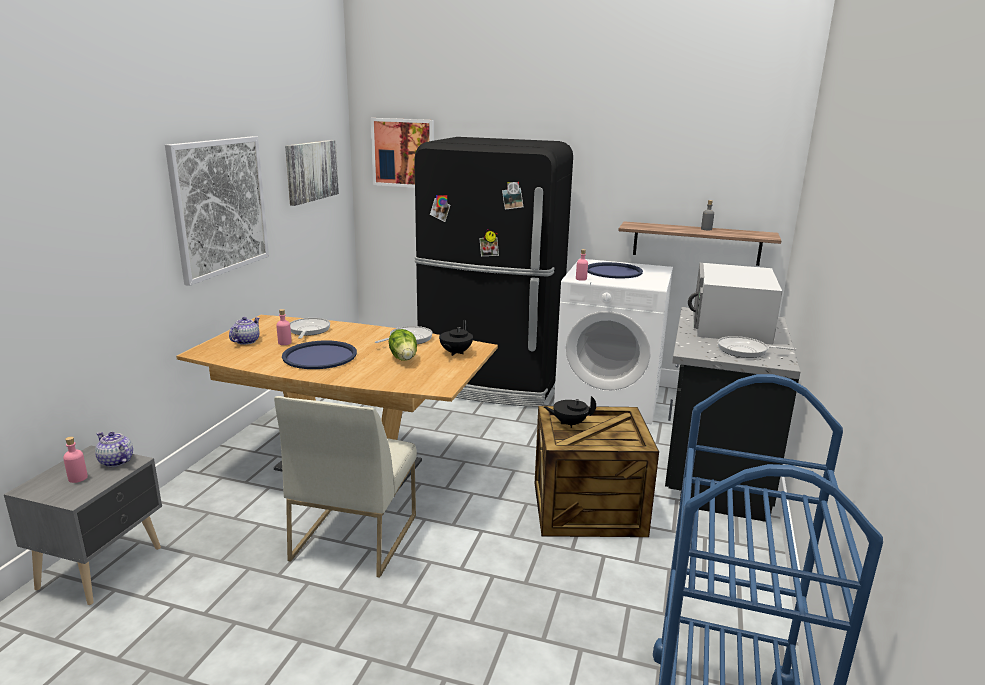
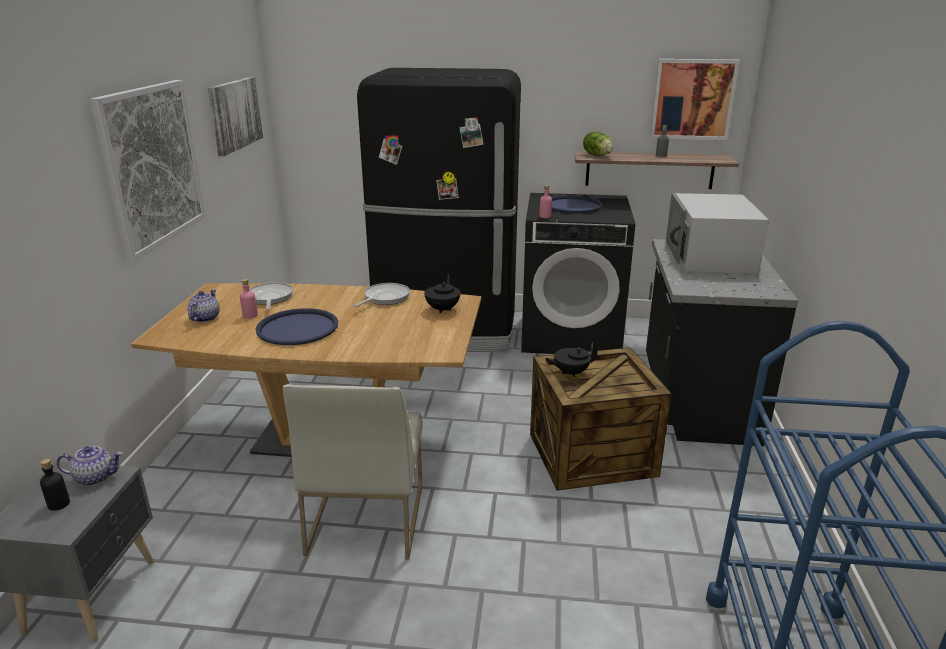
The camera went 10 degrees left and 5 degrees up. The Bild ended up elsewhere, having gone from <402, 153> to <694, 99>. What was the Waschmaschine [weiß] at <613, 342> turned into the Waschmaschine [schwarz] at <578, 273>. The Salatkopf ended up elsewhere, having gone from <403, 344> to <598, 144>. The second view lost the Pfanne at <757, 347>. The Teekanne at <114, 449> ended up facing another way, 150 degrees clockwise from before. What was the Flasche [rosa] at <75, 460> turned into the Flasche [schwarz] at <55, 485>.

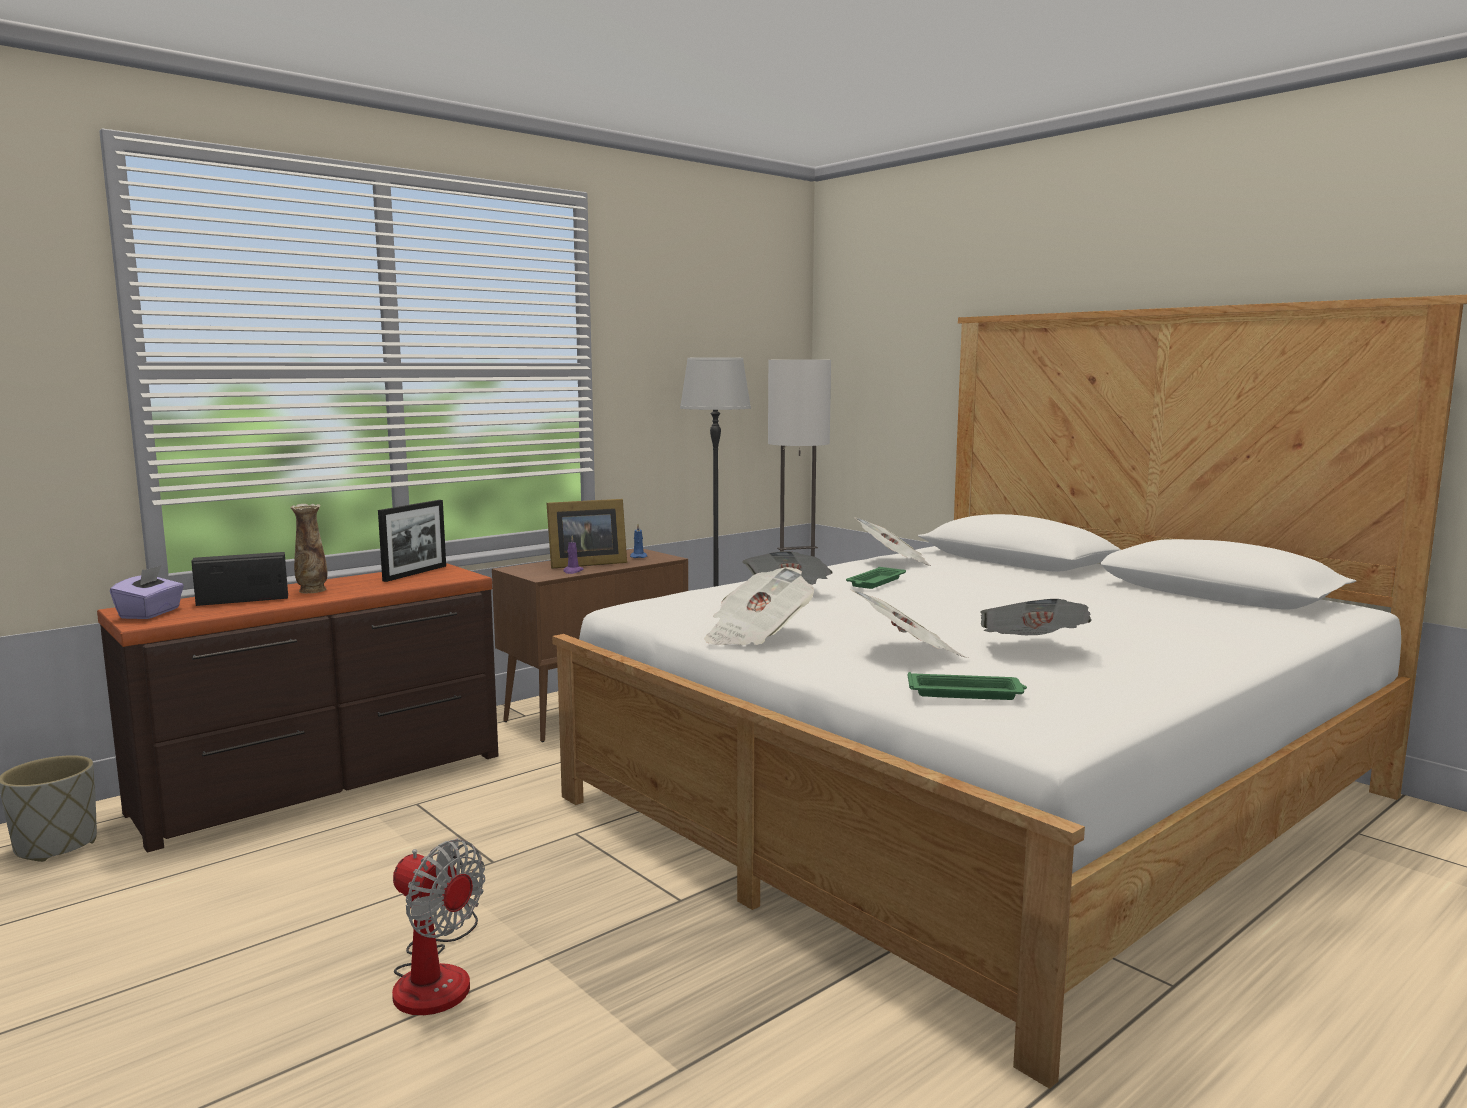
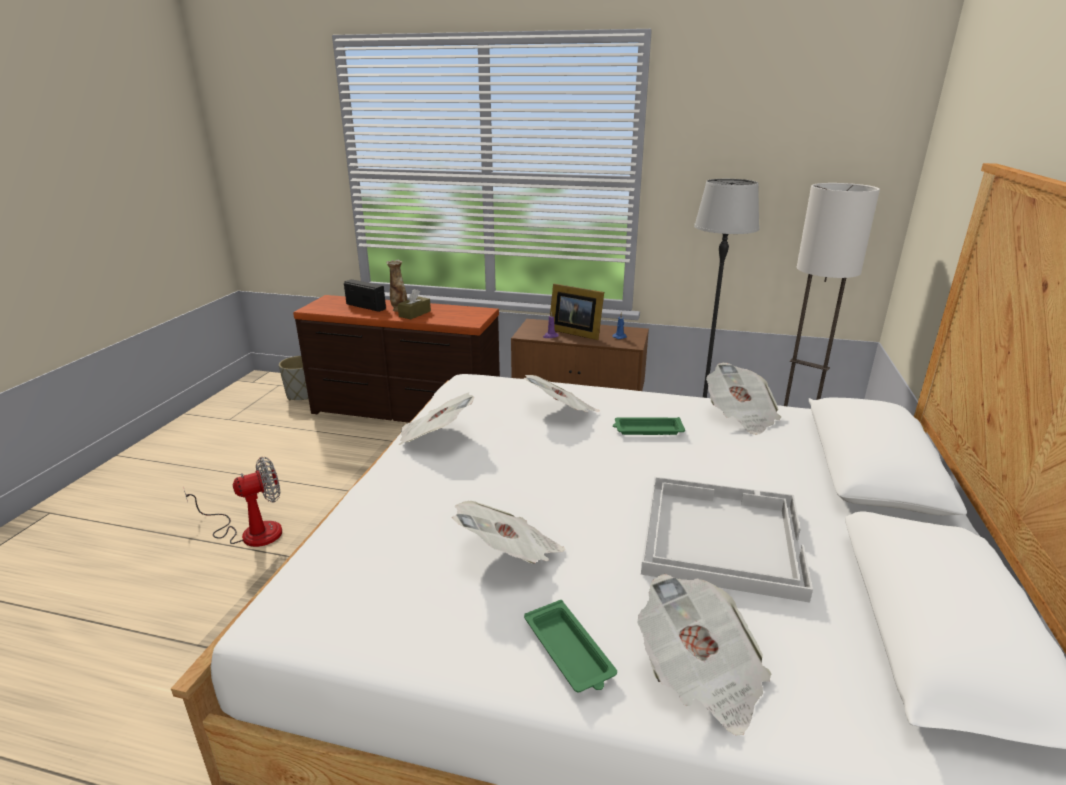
The camera went 55 degrees right and 15 degrees up. The second view lost the Bilderrahmen at <412, 541>. The second view lost the Taschentuchbox [lila] at <147, 592>. The Zeitung ended up elsewhere, having gone from <909, 623> to <704, 654>. The Tablett [grün] ended up elsewhere, having gone from <967, 686> to <570, 646>. The Ventilator at <438, 926> ended up facing another way, 120 degrees counterclockwise from before. The second view gained the Taschentuchbox [braun] at <414, 304>. The second view gained the Tablett [weiß] at <727, 540>.

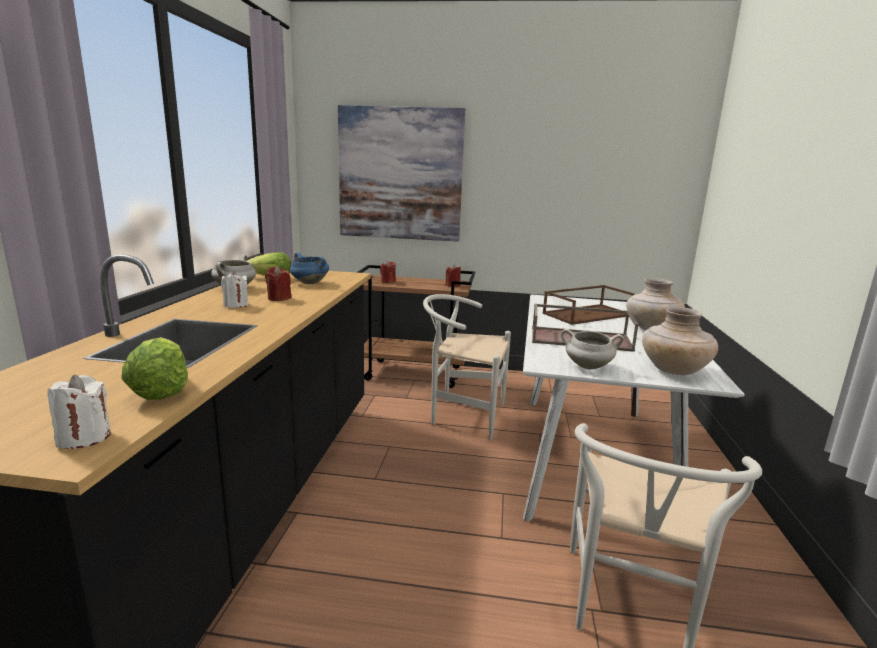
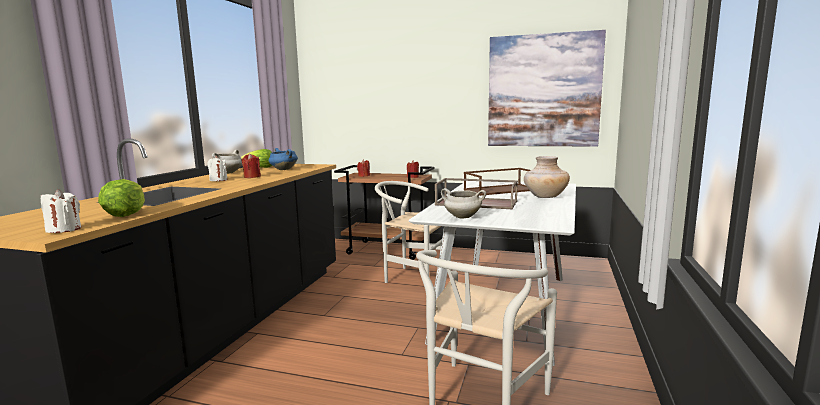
The camera went 10 degrees right and 5 degrees down. The Bild ended up elsewhere, having gone from <401, 173> to <547, 88>. The second view lost the Vase [beige] at <680, 341>.

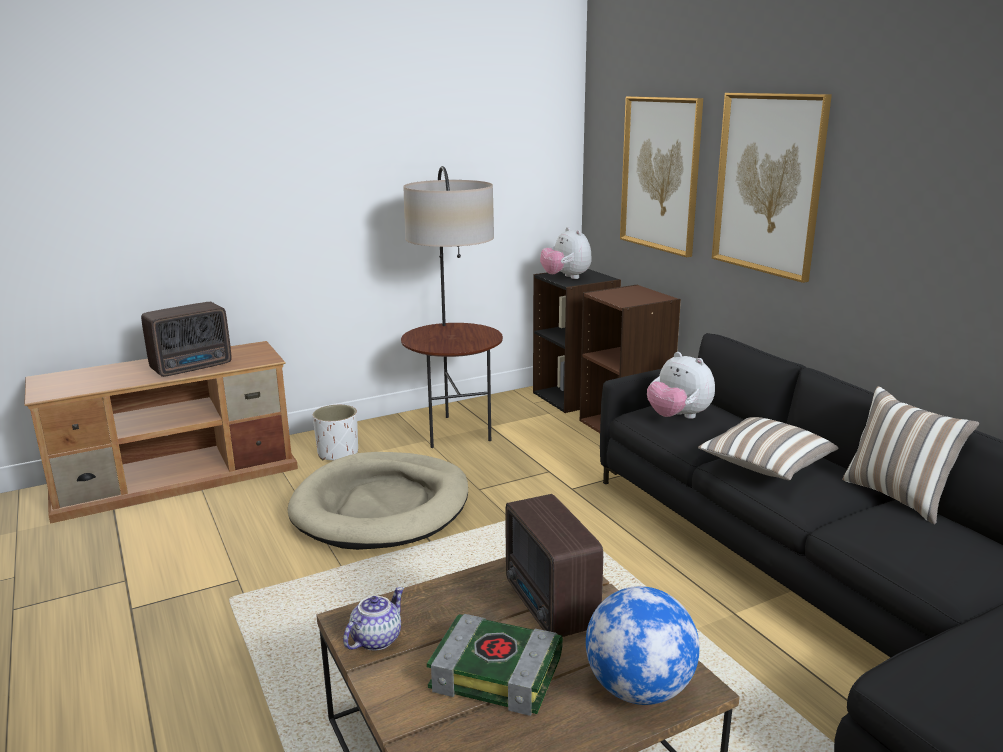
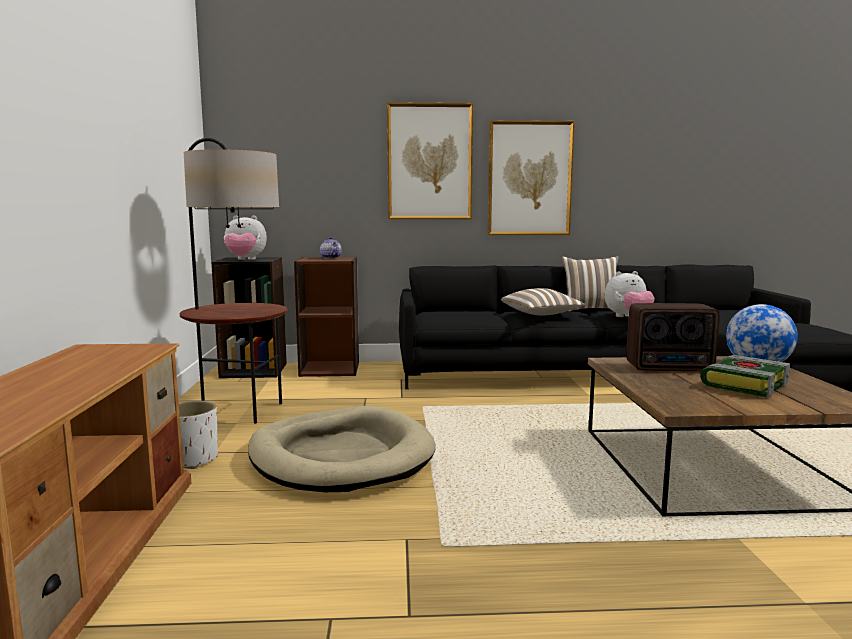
The camera went 65 degrees left and 10 degrees down. The Bild ended up elsewhere, having gone from <661, 176> to <531, 177>. The second view lost the Radio at <186, 339>. The Plüschtier ended up elsewhere, having gone from <681, 385> to <630, 294>. The Teekanne ended up elsewhere, having gone from <373, 619> to <331, 248>.

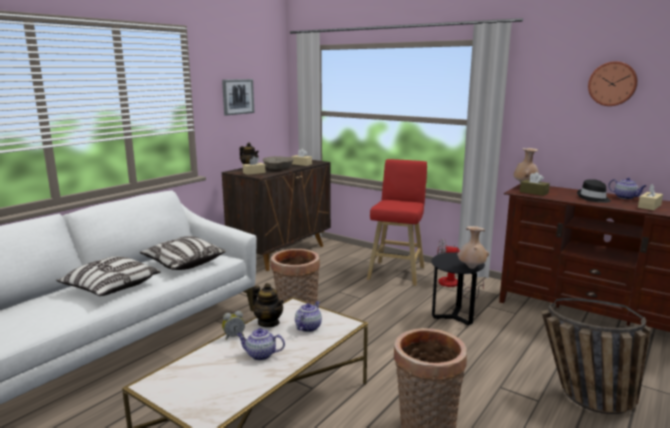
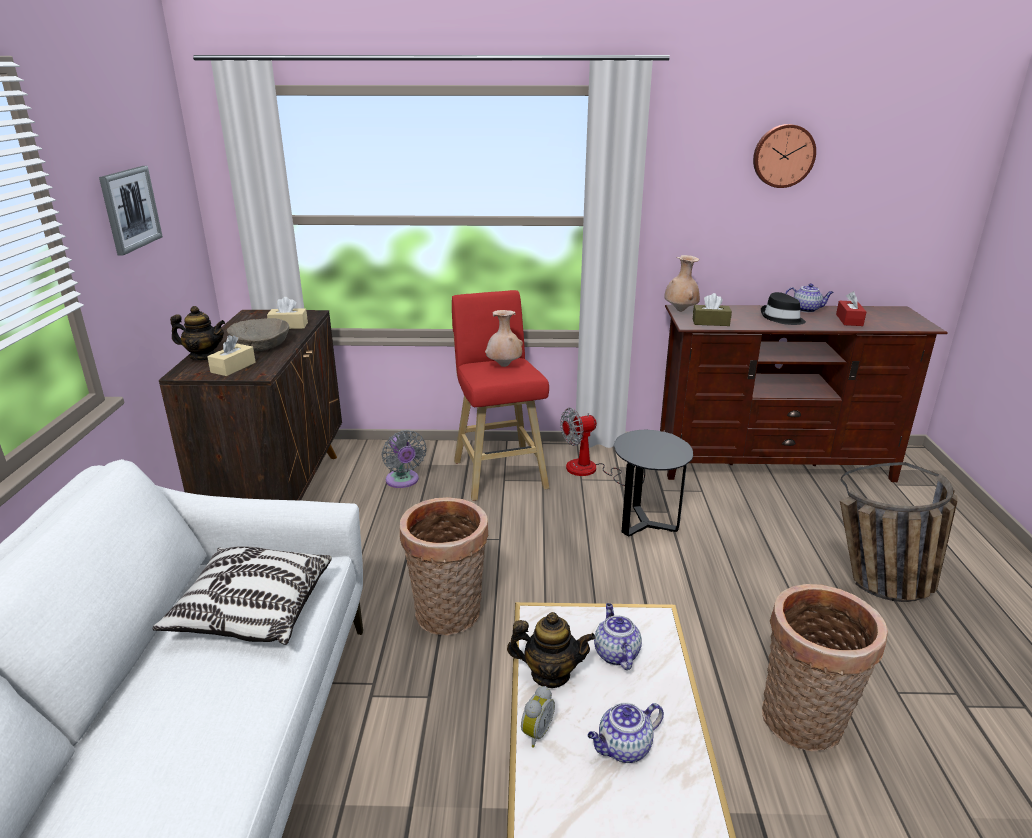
The camera went 35 degrees left and 10 degrees up. What was the Taschentuchbox [beige] at <650, 197> turned into the Taschentuchbox [rot] at <851, 308>. The Vase [beige] ended up elsewhere, having gone from <473, 247> to <504, 338>. The second view lost the Kissen at <108, 276>. The second view gained the Ventilator [grau] at <404, 459>.

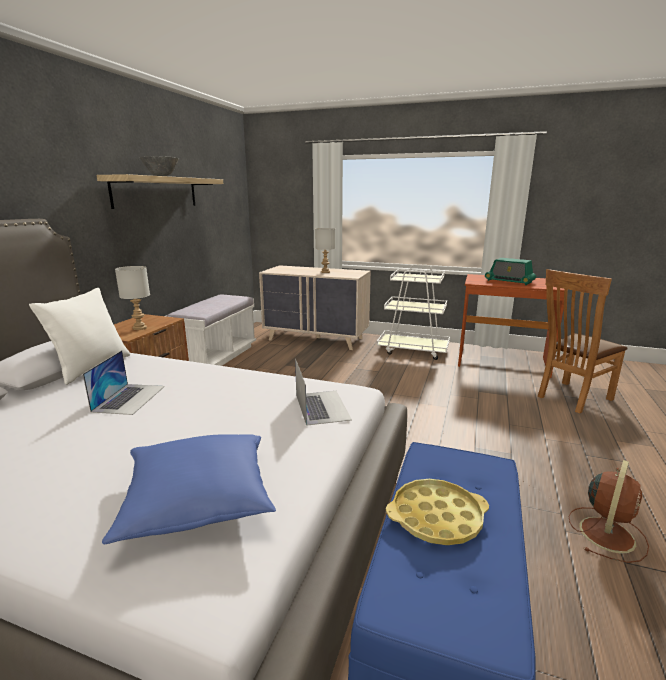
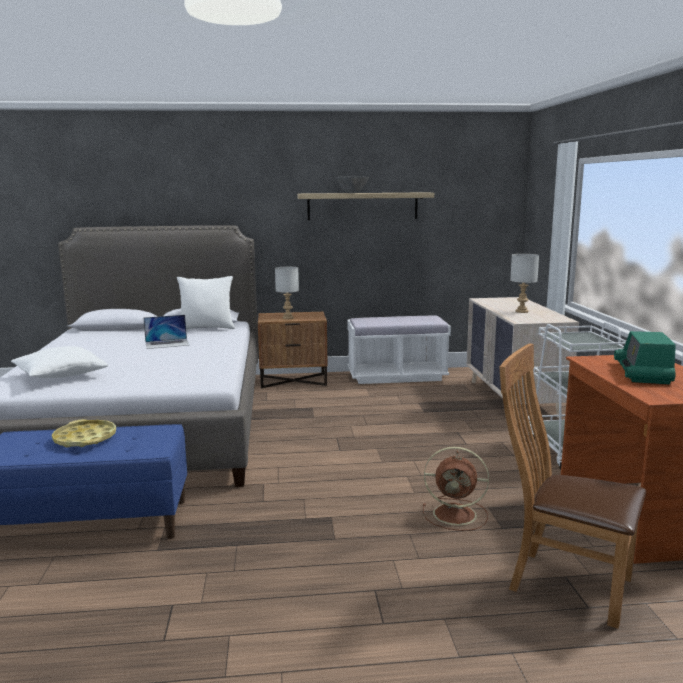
The camera went 65 degrees right and 5 degrees down. The second view lost the Laptop at <323, 392>. What was the Kissen [blau] at <189, 489> turned into the Kissen [weiß] at <59, 362>. The Ventilator [braun] ended up elsewhere, having gone from <609, 511> to <456, 489>.

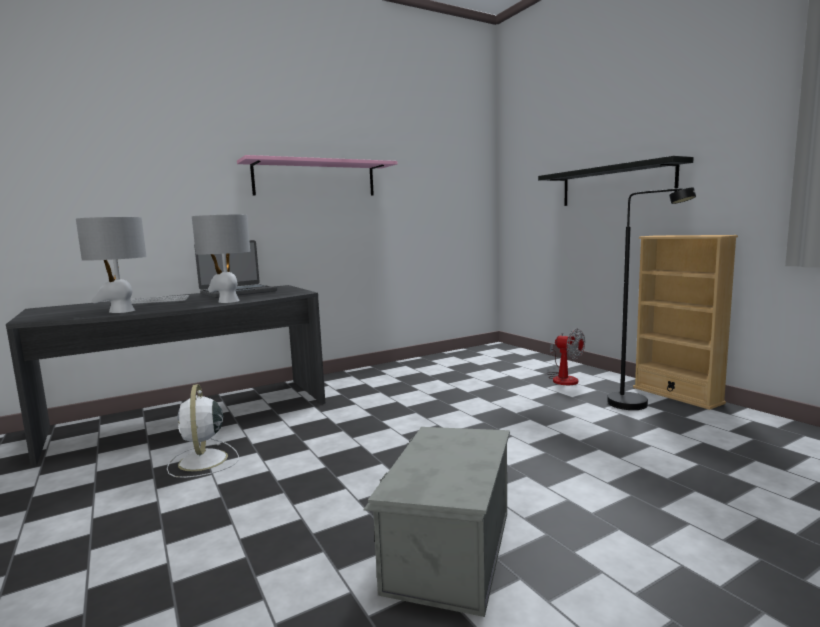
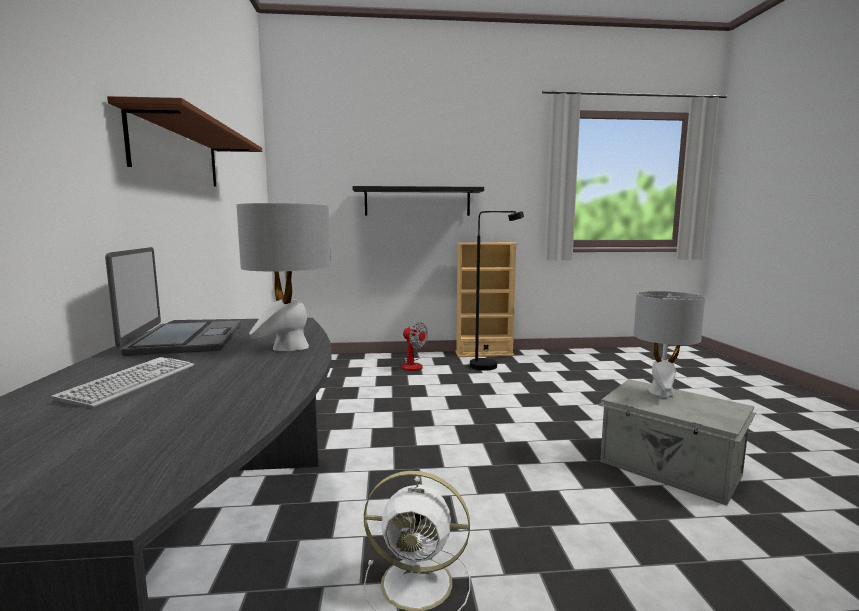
The camera went 65 degrees left and 0 degrees up. What was the Wandregal [rosa] at <317, 175> turned into the Wandregal [braun] at <184, 141>. The Tischlampe [grau] ended up elsewhere, having gone from <111, 265> to <669, 344>. The Ventilator at <566, 356> ended up facing another way, 60 degrees clockwise from before.

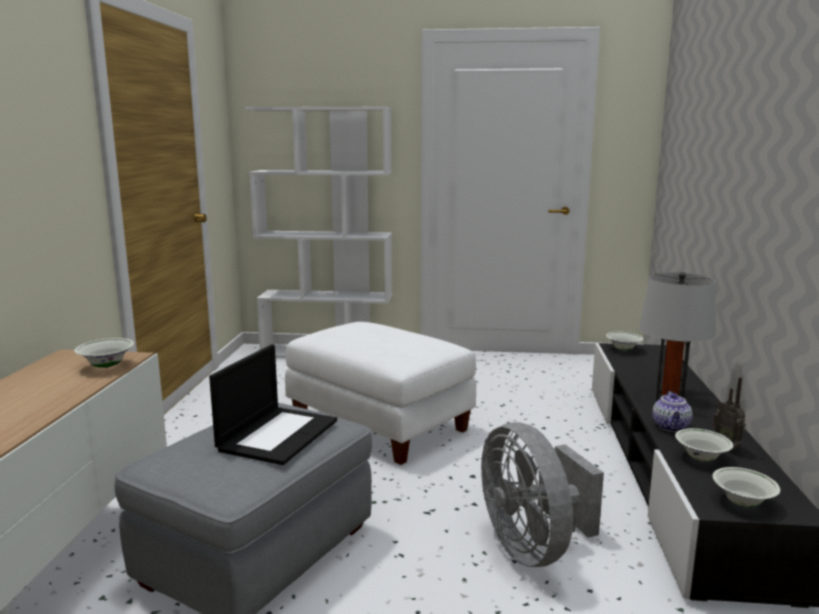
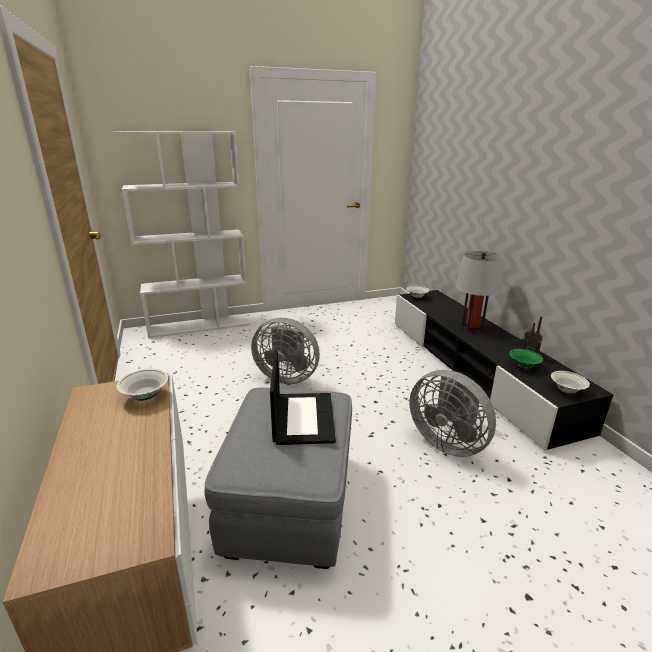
The camera went 25 degrees left and 10 degrees up. Where the Polsterhocker [weiß] stood at <380, 393>, the Ventilator [grau] came to stand at <285, 351>. The second view lost the Teekanne at <672, 411>. What was the Schüssel [weiß] at <704, 444> turned into the Schüssel [grün] at <526, 359>.

